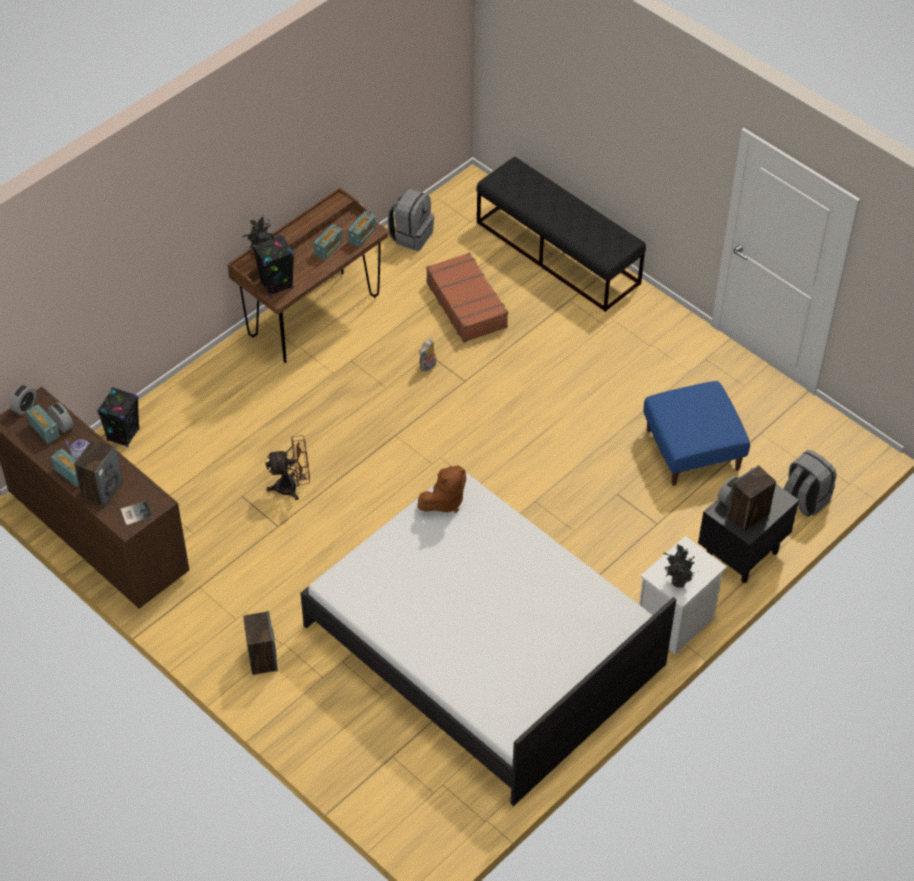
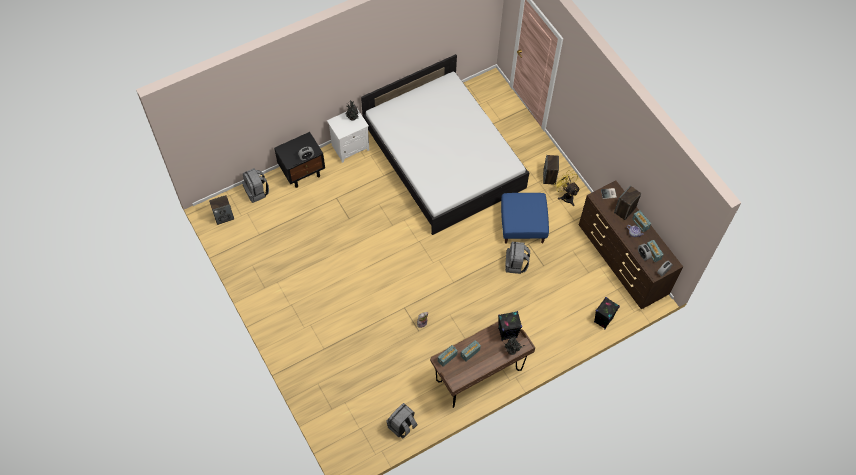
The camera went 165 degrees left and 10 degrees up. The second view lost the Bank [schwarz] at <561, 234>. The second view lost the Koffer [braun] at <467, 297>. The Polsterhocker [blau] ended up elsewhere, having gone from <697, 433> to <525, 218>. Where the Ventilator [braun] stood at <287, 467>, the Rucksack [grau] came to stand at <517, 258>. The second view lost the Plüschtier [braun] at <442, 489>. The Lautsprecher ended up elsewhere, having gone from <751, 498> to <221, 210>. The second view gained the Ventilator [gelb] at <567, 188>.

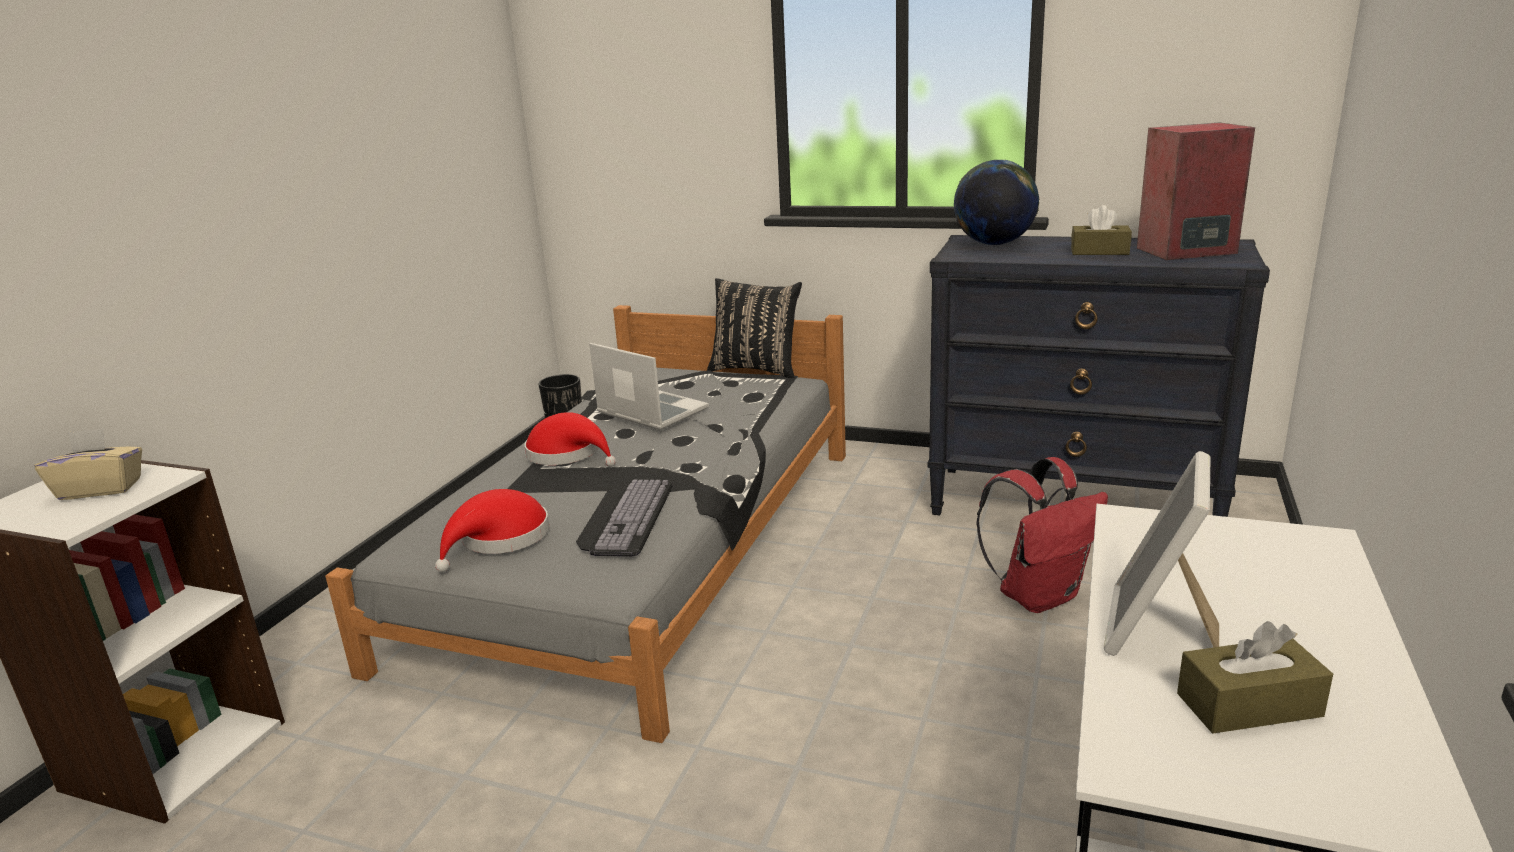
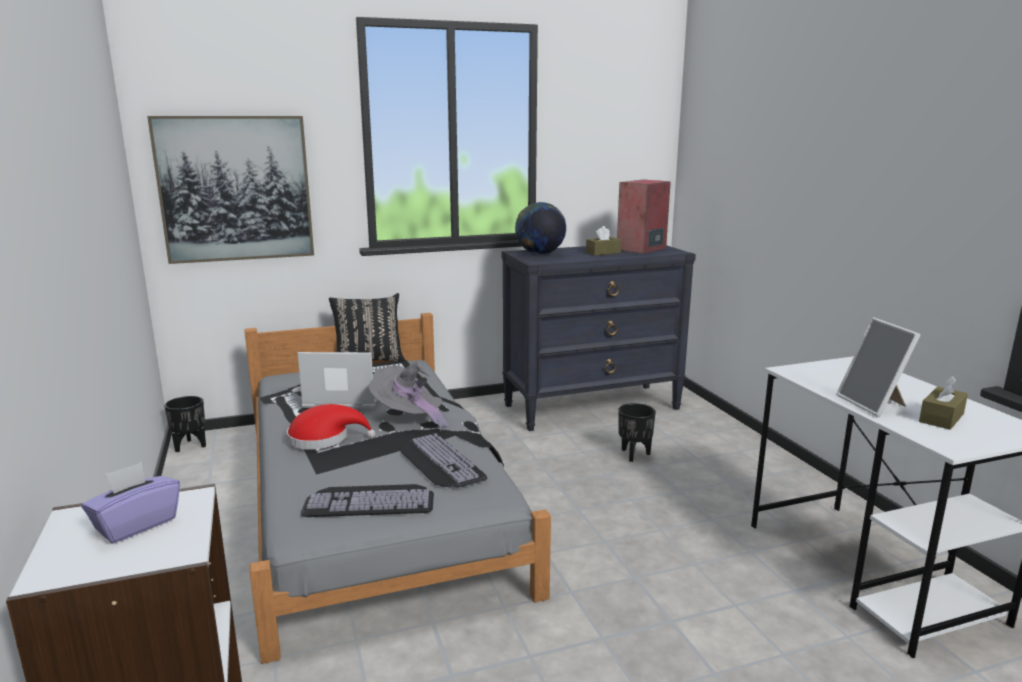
The camera went 40 degrees left and 5 degrees down. What was the Taschentuchbox [beige] at <88, 464> turned into the Taschentuchbox [lila] at <131, 503>. Where the Rucksack [rot] stood at <1042, 535>, the Pflanzkübel [schwarz] came to stand at <637, 432>. Where the Hut [rot] stood at <492, 530>, the Tastatur came to stand at <367, 500>. The second view gained the Bild at <230, 190>. The second view gained the Hut [grau] at <408, 396>.

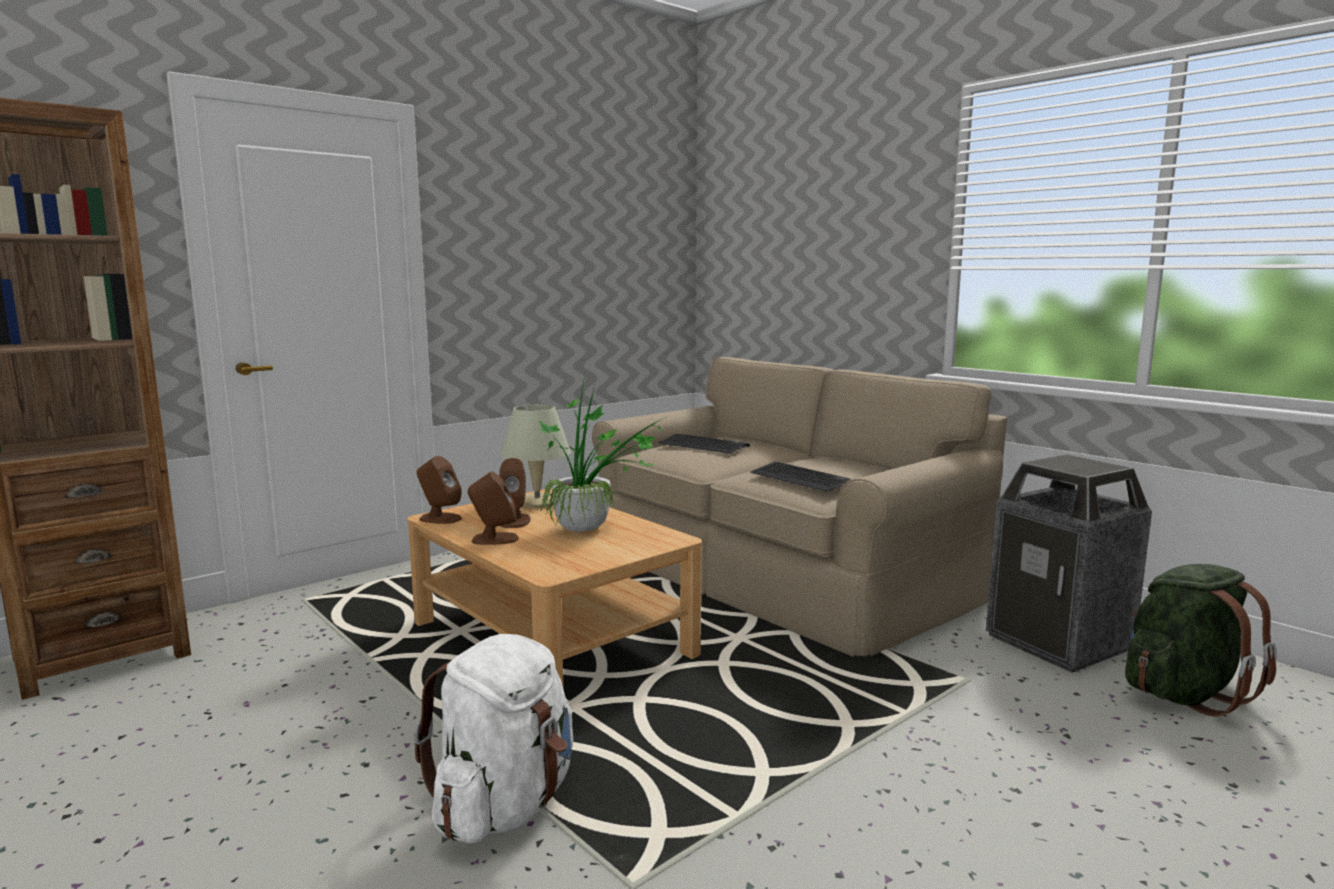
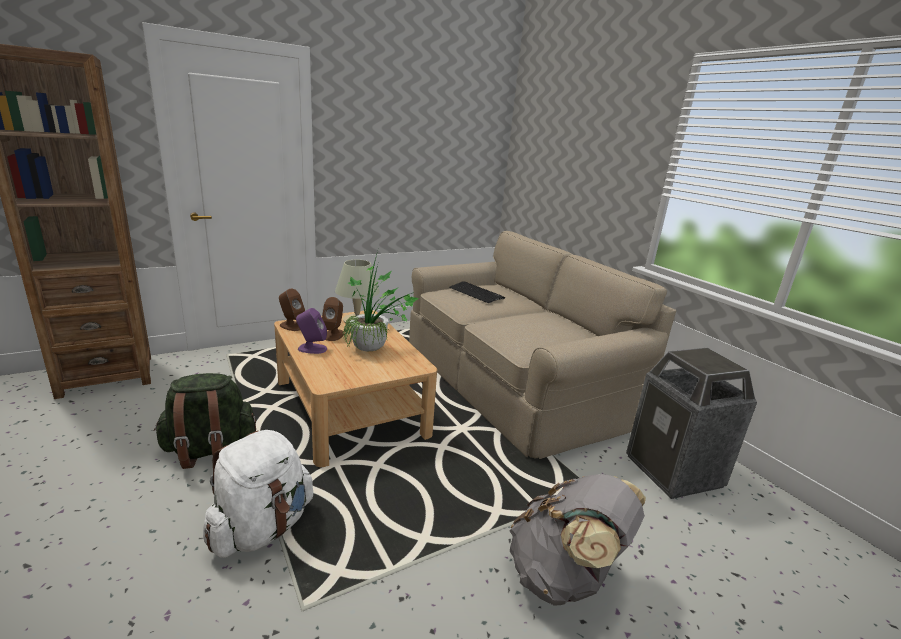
The camera went 10 degrees right and 10 degrees up. The second view lost the Tastatur at <800, 477>. What was the Lautsprecher [braun] at <493, 508> turned into the Lautsprecher [lila] at <311, 331>. The Rucksack [grün] ended up elsewhere, having gone from <1201, 640> to <204, 421>. The second view gained the Rucksack [grau] at <578, 539>.

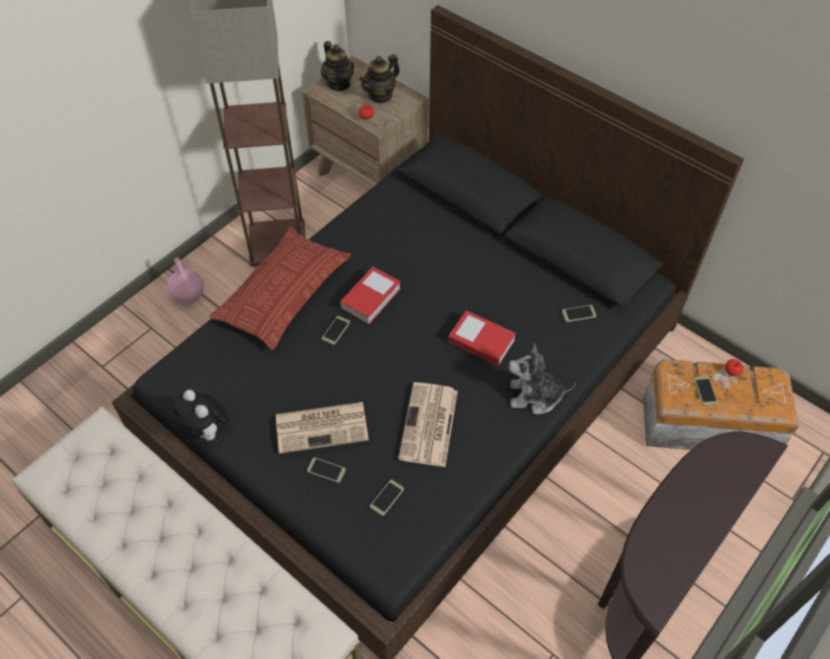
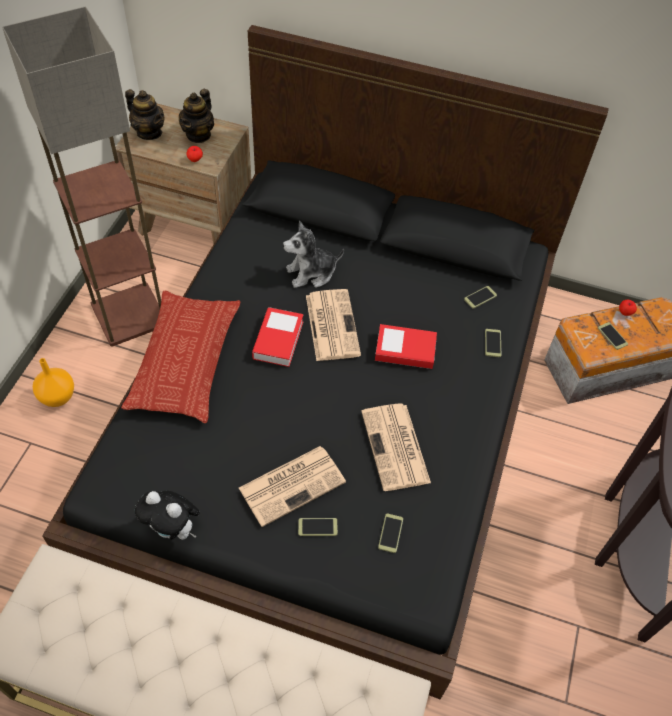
The camera went 25 degrees left and 0 degrees up. What was the Vase [rosa] at <185, 281> turned into the Vase [orange] at <53, 382>. The Handy ended up elsewhere, having gone from <336, 330> to <493, 343>. The Plüschtier ended up elsewhere, having gone from <542, 378> to <313, 254>. The second view gained the Zeitung at <333, 325>.

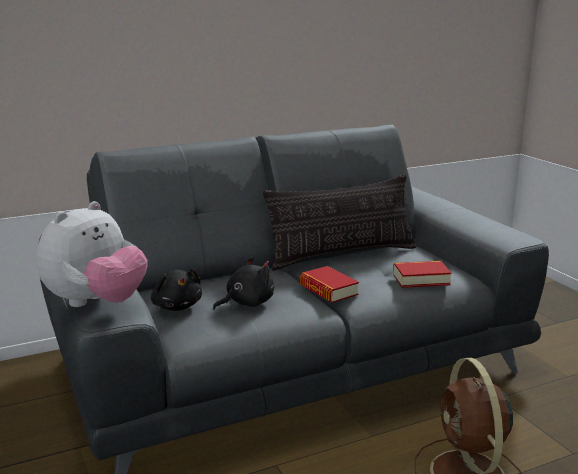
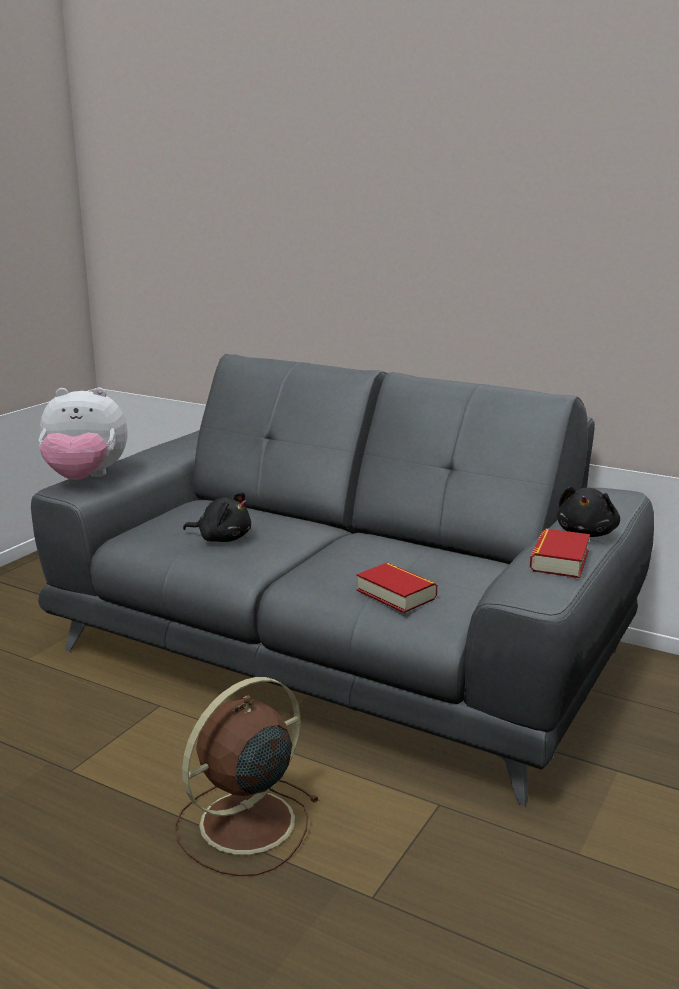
The camera went 55 degrees right and 0 degrees up. The second view lost the Kissen at <340, 222>. The Buch ended up elsewhere, having gone from <329, 284> to <560, 553>. The Plüschtier [schwarz] ended up elsewhere, having gone from <176, 290> to <588, 511>.

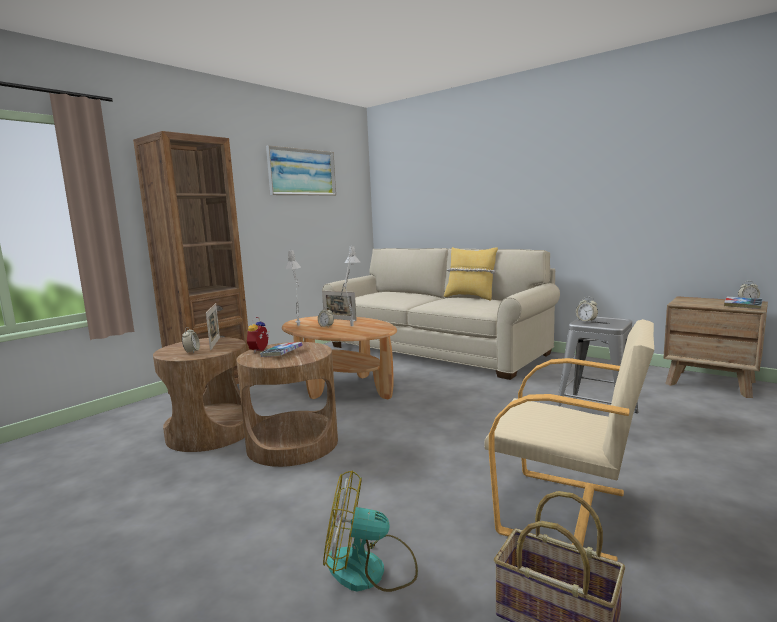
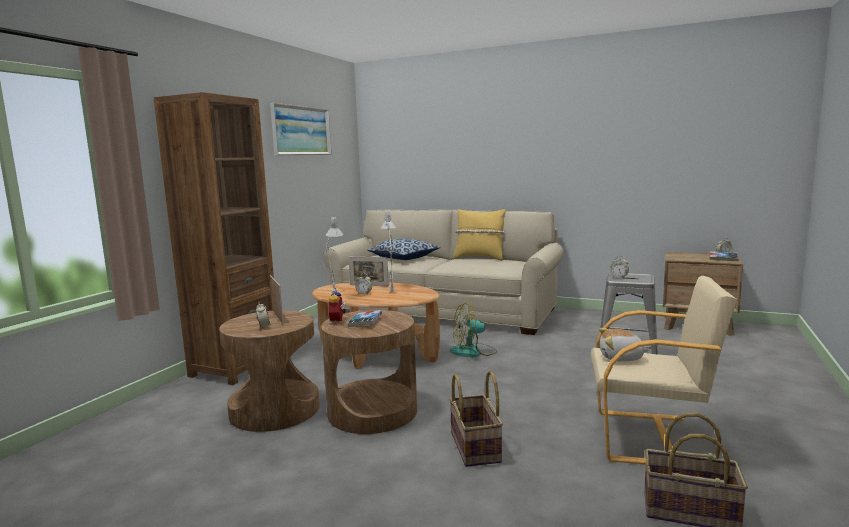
The camera went 15 degrees left and 0 degrees up. The Ventilator ended up elsewhere, having gone from <370, 531> to <473, 330>. The second view gained the Kissen at <403, 249>. The second view gained the Plüschtier at <624, 345>. The second view gained the Korb at <476, 419>.

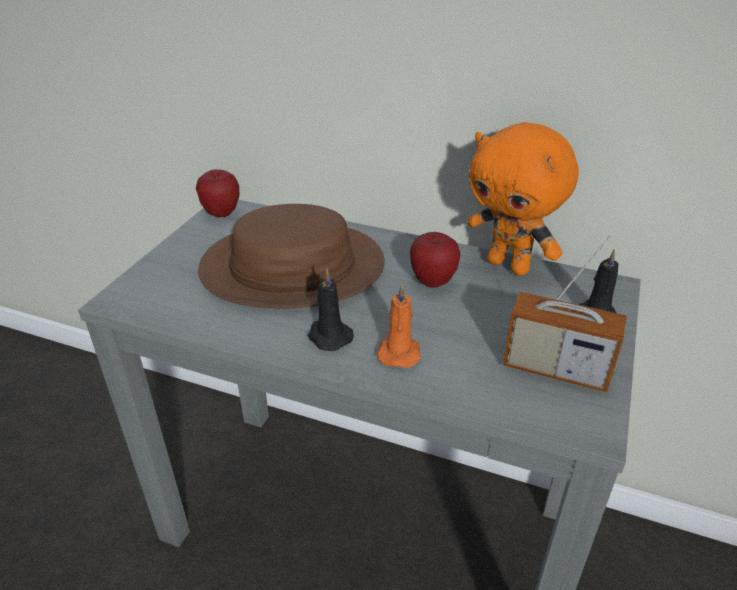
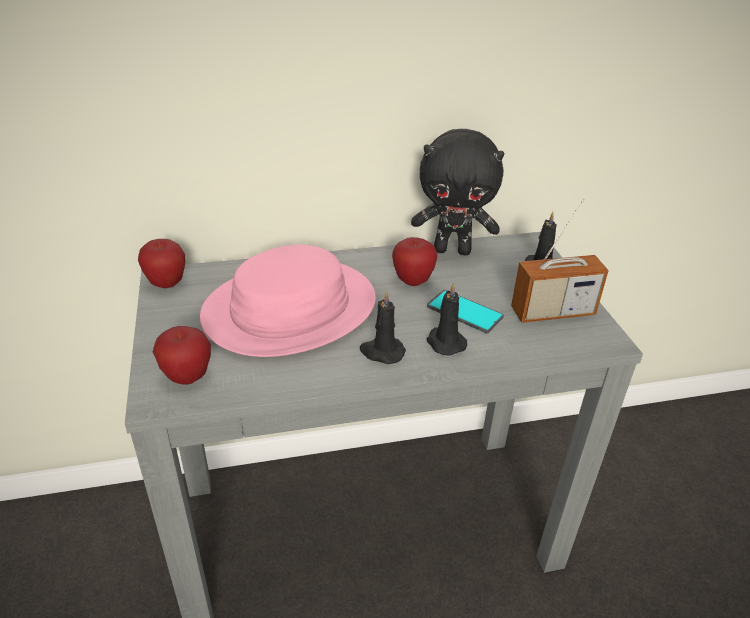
The camera went 35 degrees left and 0 degrees up. What was the Plüschtier [orange] at <523, 199> turned into the Plüschtier [schwarz] at <457, 192>. What was the Hut [braun] at <291, 256> turned into the Hut [rosa] at <288, 301>. What was the Kerze [orange] at <398, 326> turned into the Kerze [schwarz] at <447, 319>. The second view gained the Handy at <465, 312>. The second view gained the Apfel at <182, 355>.

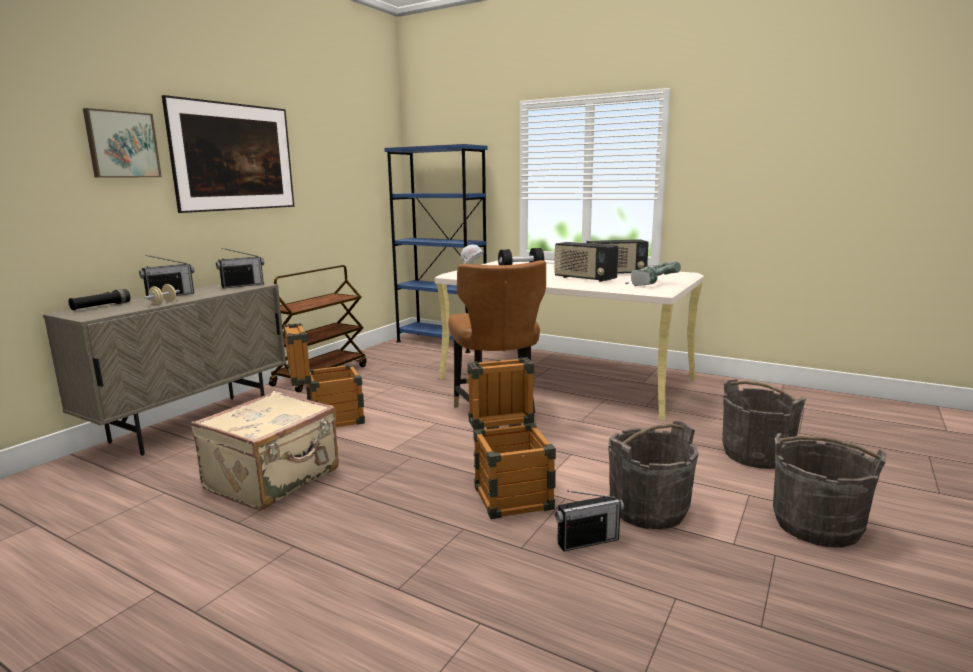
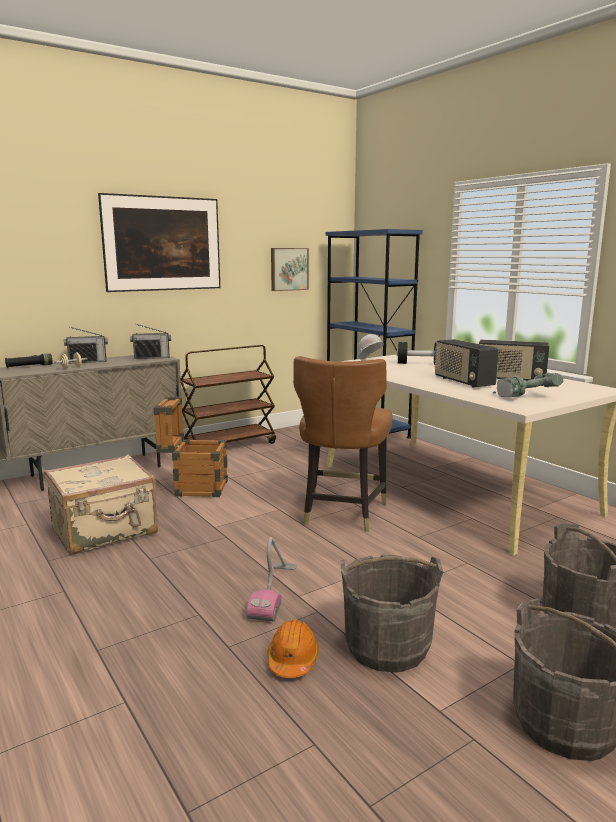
The camera went 25 degrees right and 0 degrees up. The Bild ended up elsewhere, having gone from <122, 142> to <290, 269>. Where the Kiste stood at <511, 438>, the Staubsauger came to stand at <271, 579>. Where the Radio stood at <589, 520>, the Schutzhelm [orange] came to stand at <293, 649>.

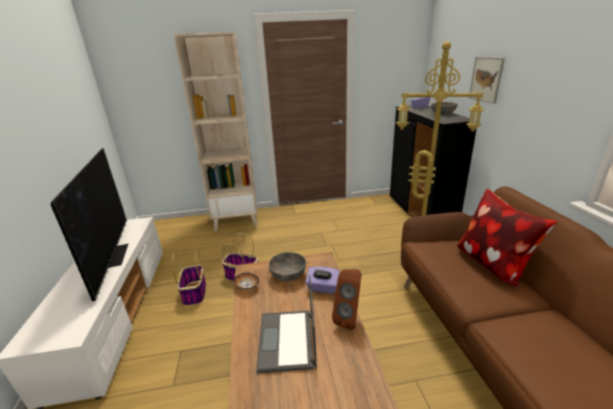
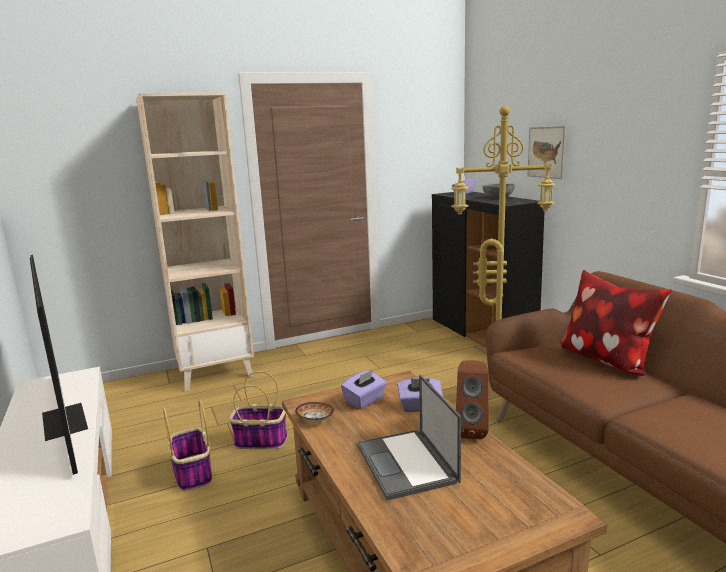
The camera went 15 degrees left and 10 degrees down. Where the Schüssel [grau] stood at <287, 266>, the Taschentuchbox [lila] came to stand at <364, 389>.

